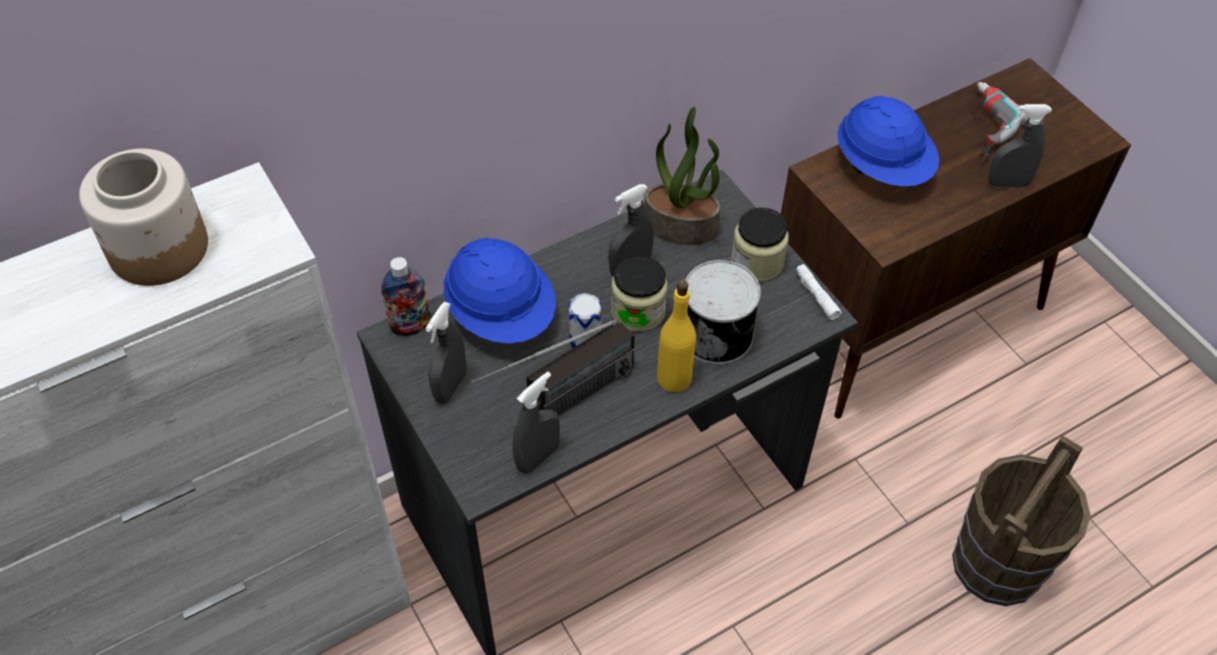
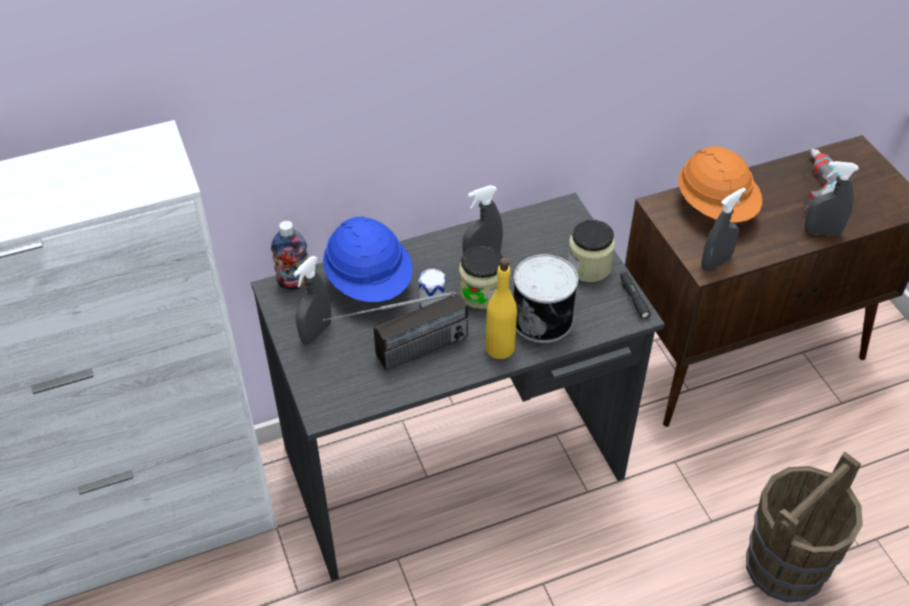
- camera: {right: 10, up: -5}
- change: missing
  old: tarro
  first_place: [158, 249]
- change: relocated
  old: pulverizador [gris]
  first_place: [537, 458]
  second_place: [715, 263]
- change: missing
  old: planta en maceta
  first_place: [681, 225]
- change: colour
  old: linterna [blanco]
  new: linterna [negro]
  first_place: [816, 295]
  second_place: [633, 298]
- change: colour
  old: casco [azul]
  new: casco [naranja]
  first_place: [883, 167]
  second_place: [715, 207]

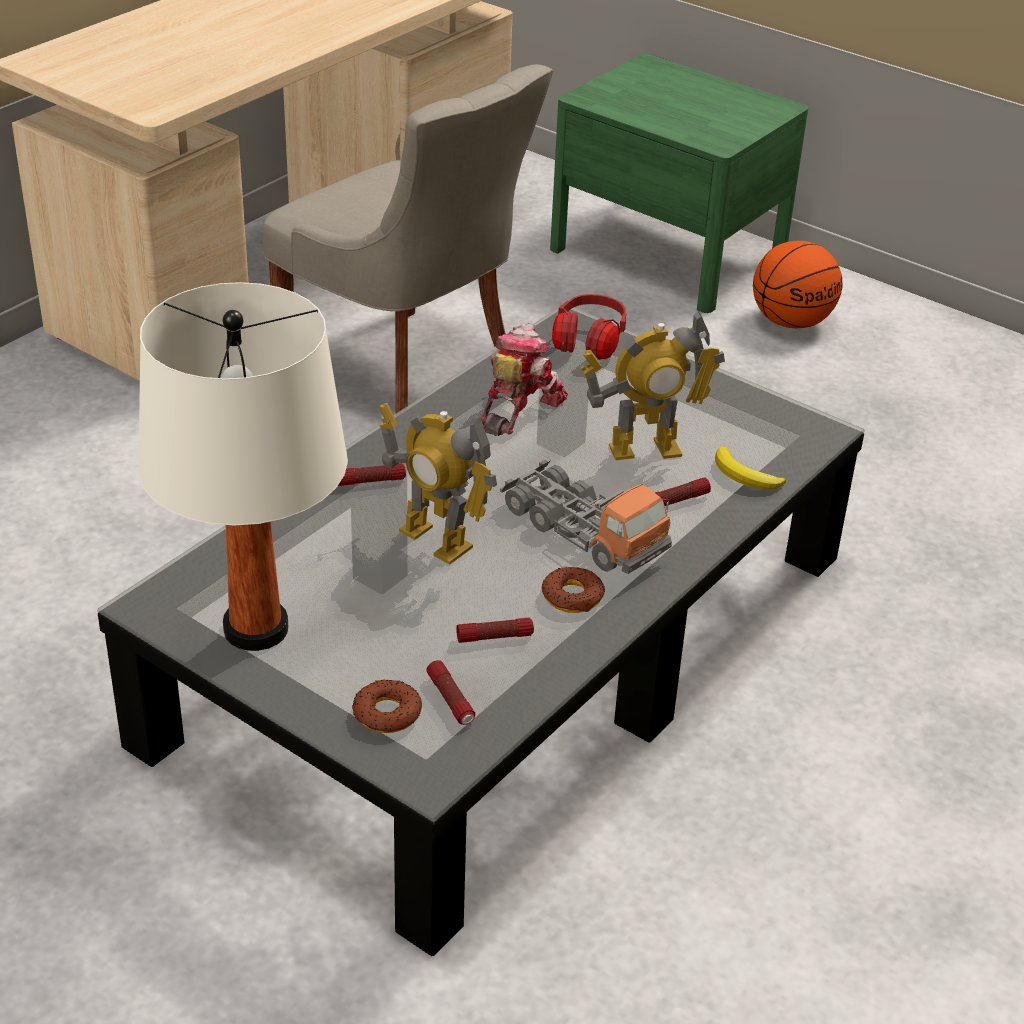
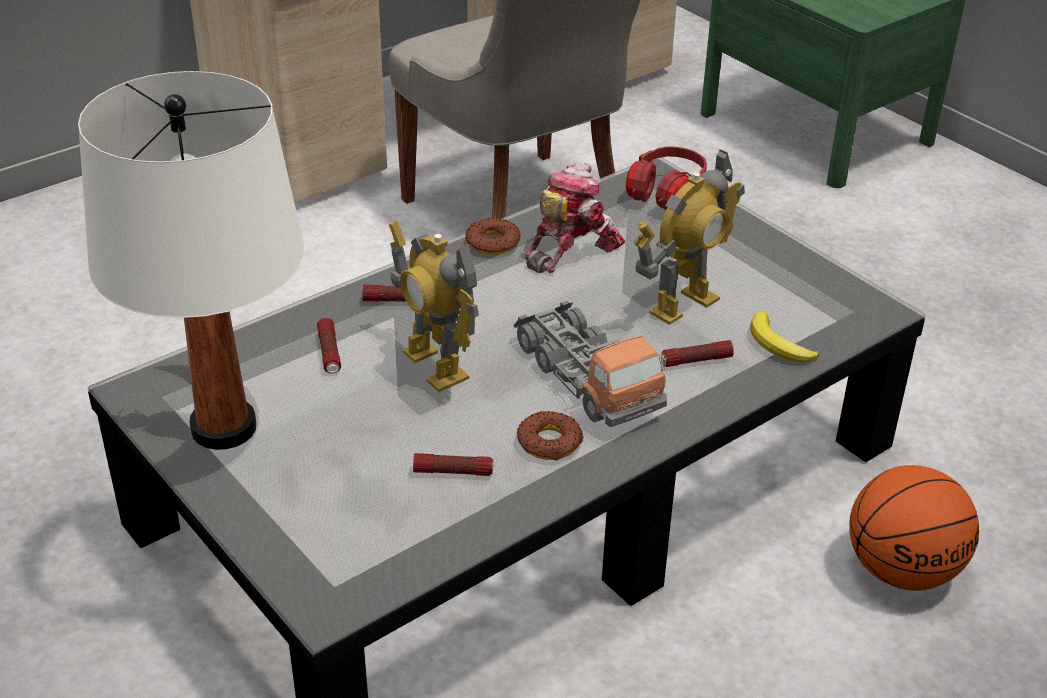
- camera: {right: 15, up: 0}
- change: relocated
  old: rosquilla
  first_place: [387, 713]
  second_place: [492, 243]
- change: relocated
  old: linterna
  first_place: [451, 700]
  second_place: [329, 353]
- change: spun
  old: robot de juguete
  first_place: [644, 449]
  second_place: [683, 305]
  degrees: -45
- change: relocated
  old: balón de baloncesto
  first_place: [791, 322]
  second_place: [903, 570]

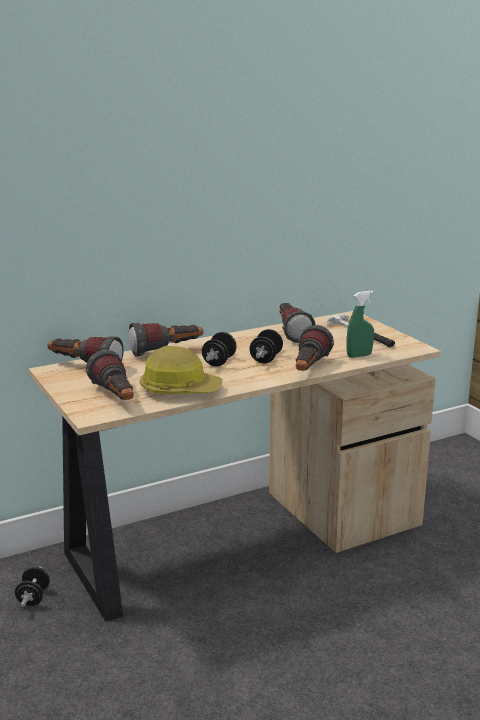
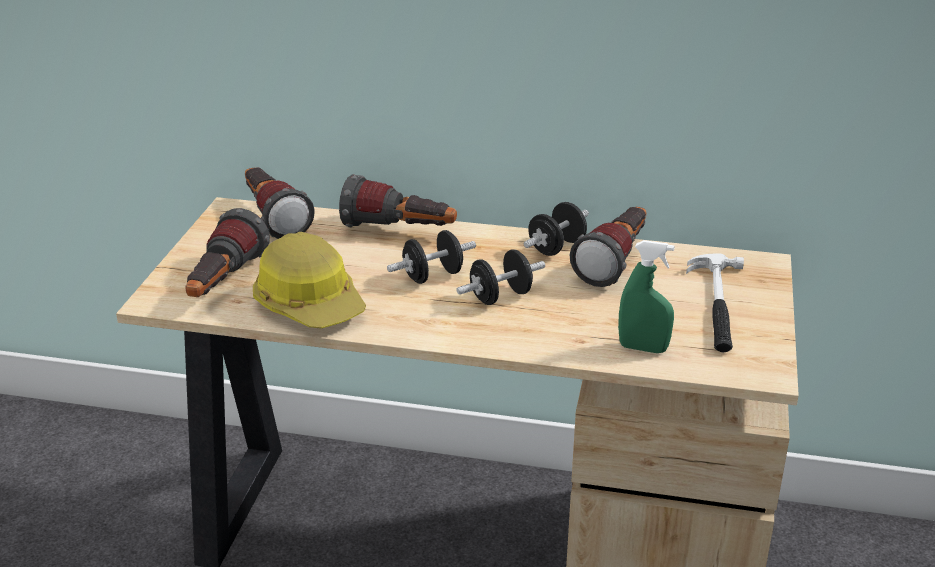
- camera: {right: 40, up: 10}
- change: relocated
  old: mancuerna [negro]
  first_place: [33, 597]
  second_place: [556, 247]
- change: missing
  old: linterna
  first_place: [308, 369]

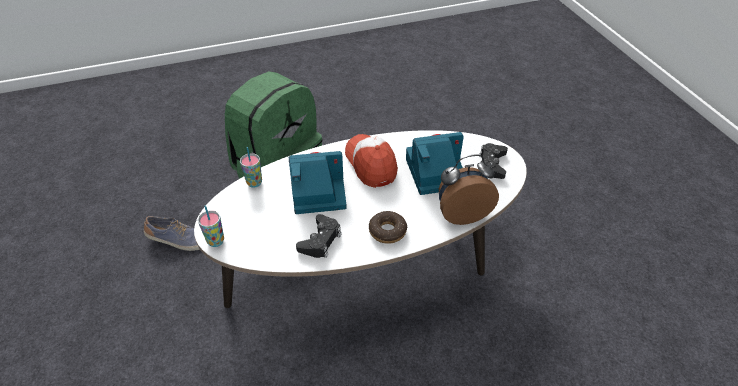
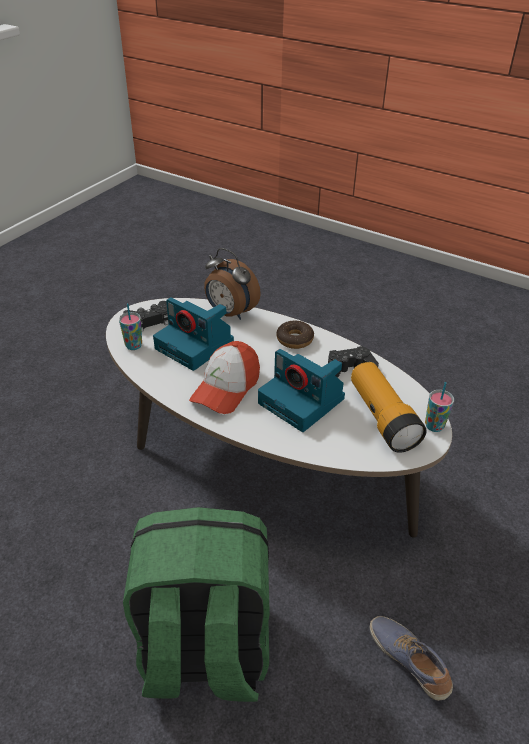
- camera: {right: -130, up: -5}
- change: relocated
  old: taza
  first_place: [254, 183]
  second_place: [133, 346]
- change: appeared
  new: linterna
  second_place: [382, 418]

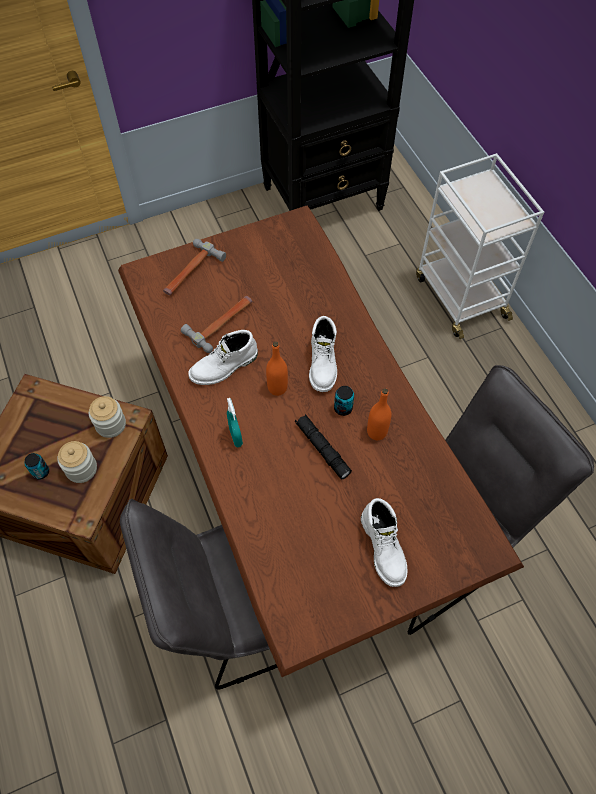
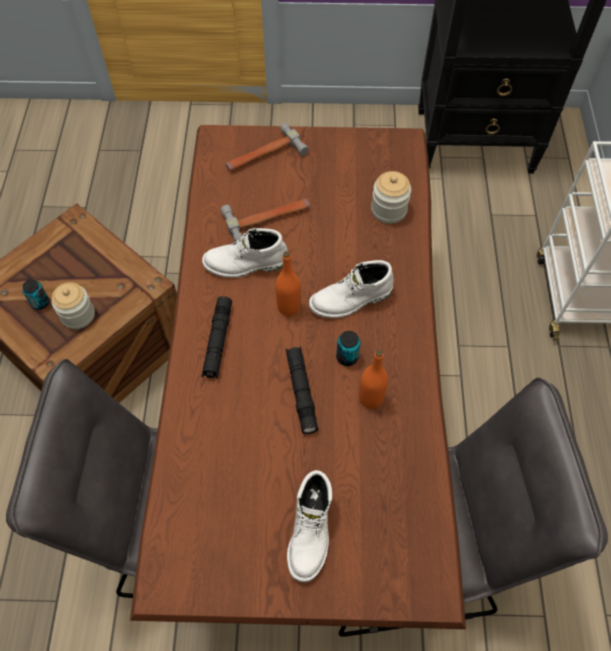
- camera: {right: 25, up: 0}
- change: relocated
  old: tarro
  first_place: [110, 424]
  second_place: [388, 210]
- change: exchanged
  old: pulverizador [turquesa]
  new: linterna [negro]
  first_place: [236, 437]
  second_place: [218, 341]
- change: spun
  old: bota [blanco]
  first_place: [323, 363]
  second_place: [351, 300]
  degrees: 45

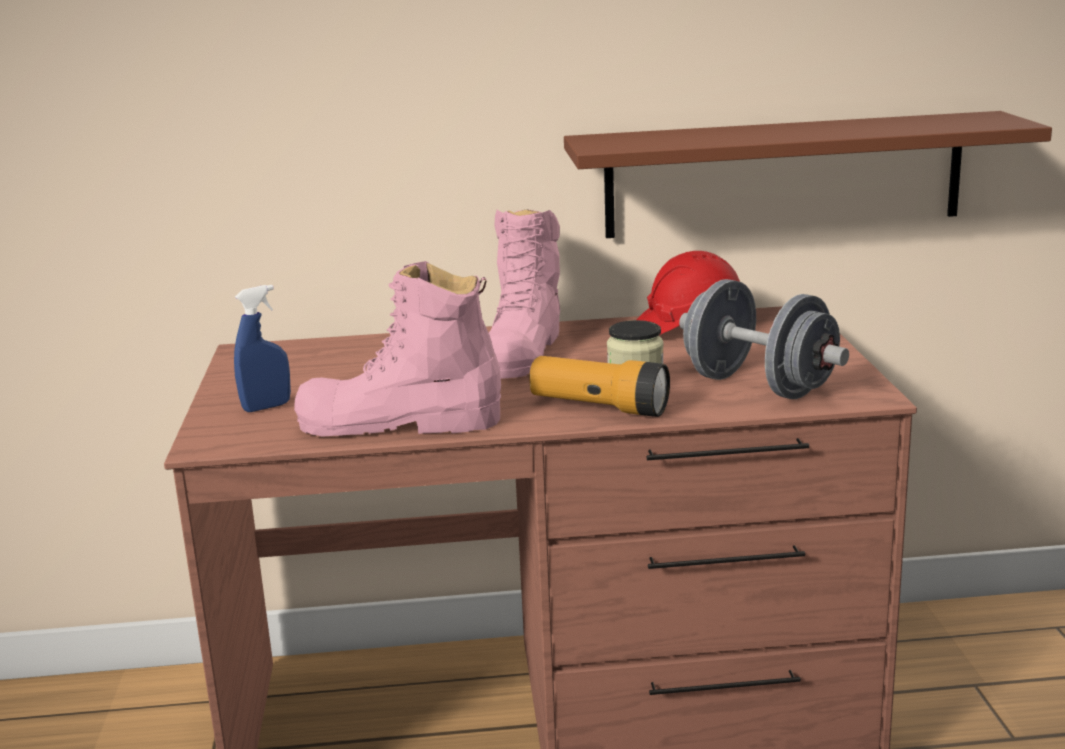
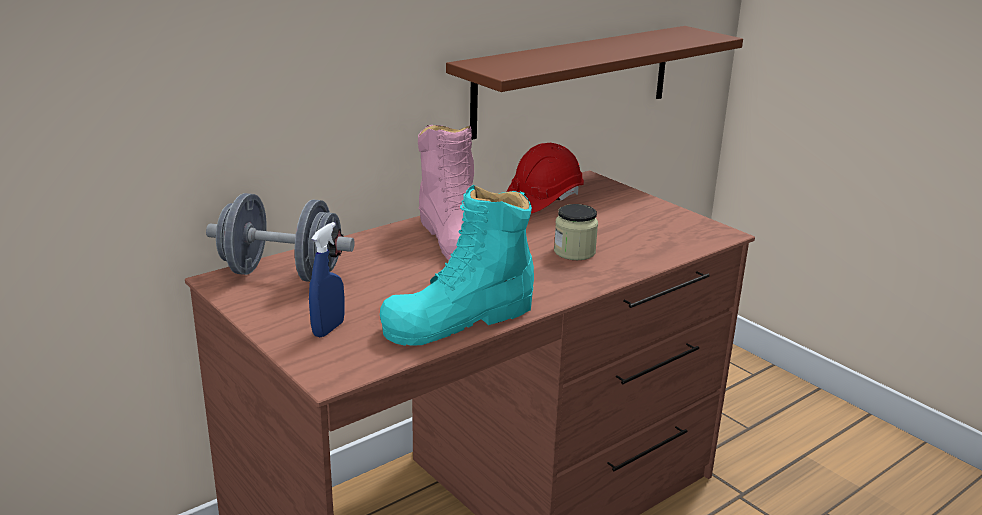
- camera: {right: -35, up: 5}
- change: colour
  old: bota [rosa]
  new: bota [turquesa]
  first_place: [399, 423]
  second_place: [459, 319]
- change: missing
  old: linterna
  first_place: [599, 407]
- change: relocated
  old: mancuerna [gris]
  first_place: [759, 386]
  second_place: [282, 274]

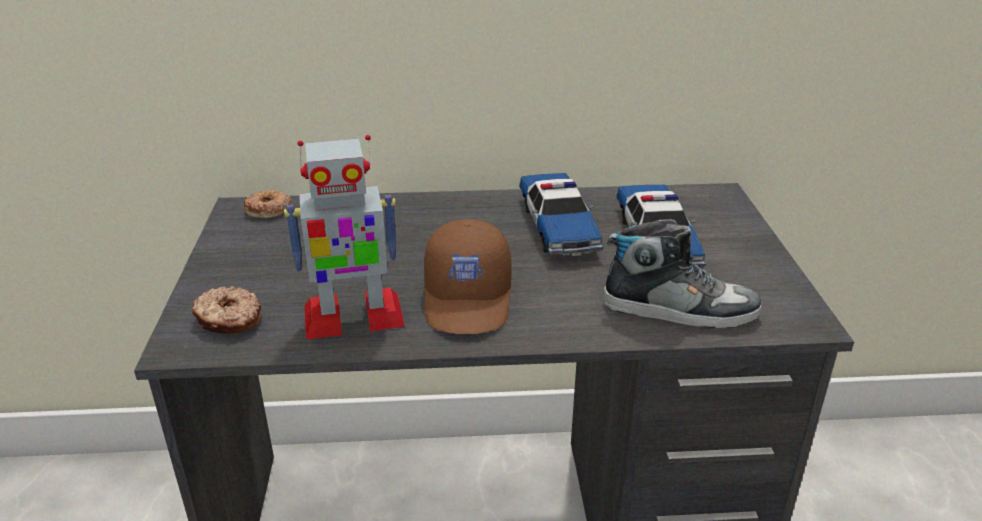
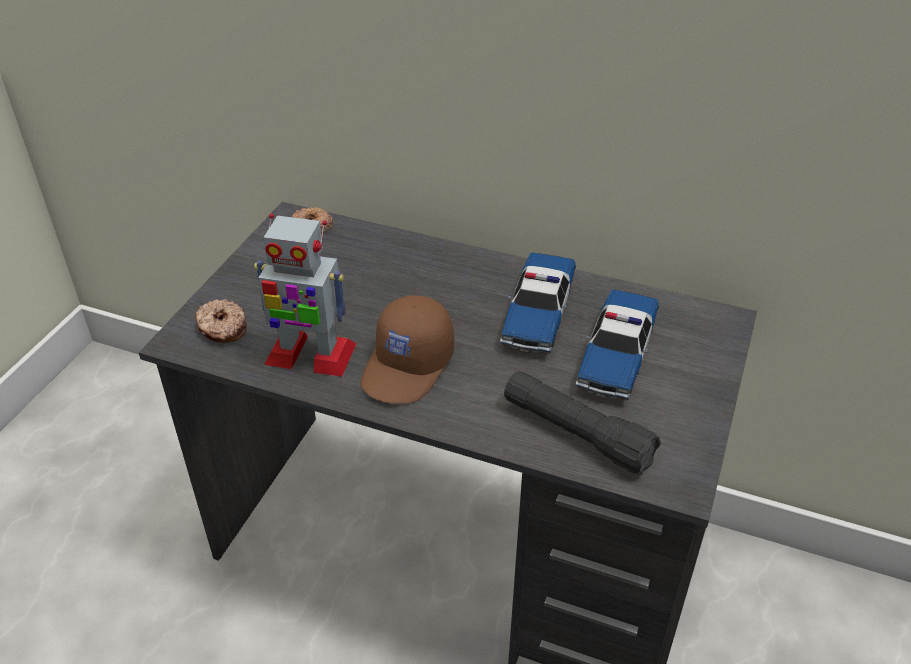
- camera: {right: 25, up: 10}
- change: exchanged
  old: zapato
  new: linterna [negro]
  first_place: [679, 309]
  second_place: [576, 434]

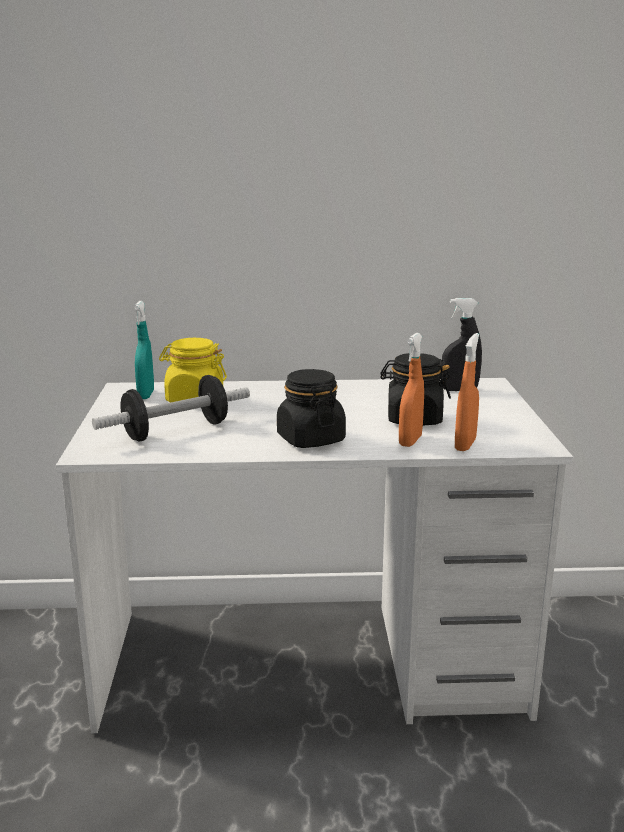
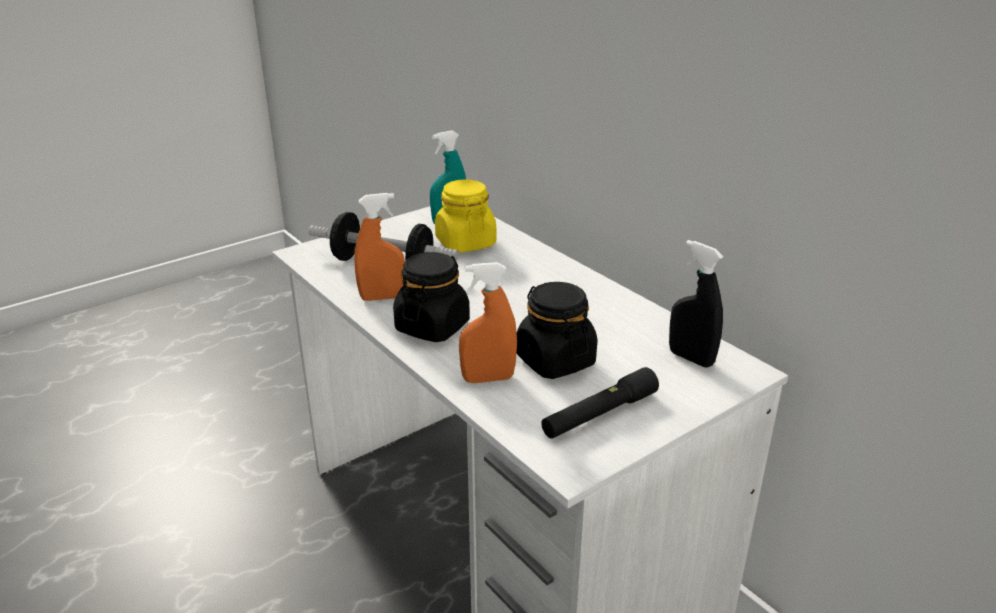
- camera: {right: 55, up: 10}
- change: relocated
  old: pulverizador [naranja]
  first_place: [465, 445]
  second_place: [382, 297]
- change: appeared
  new: linterna [negro]
  second_place: [599, 414]

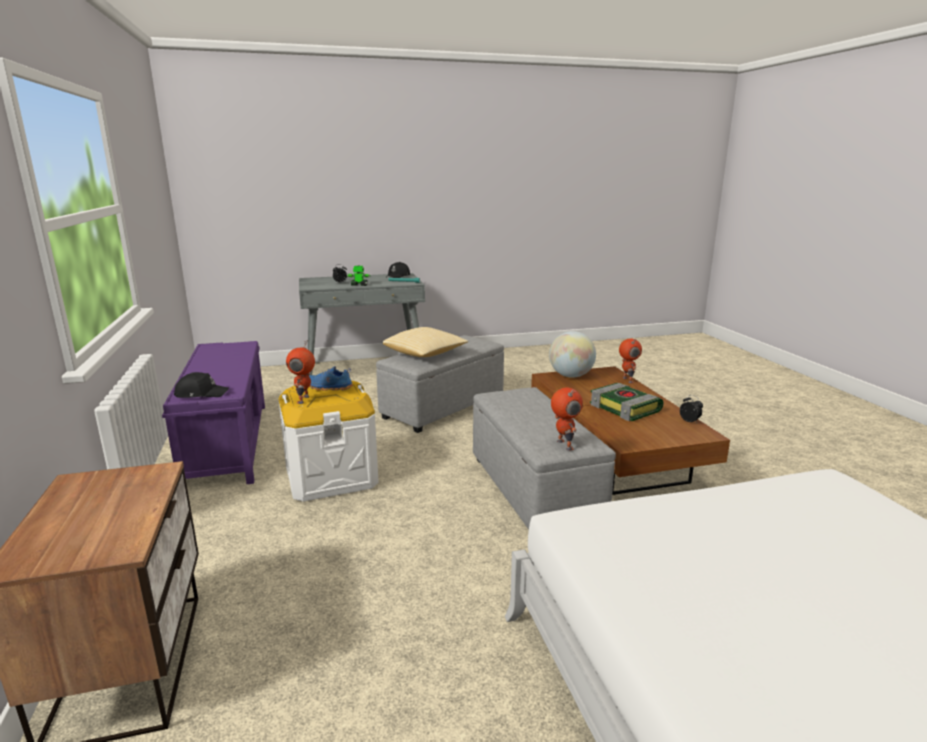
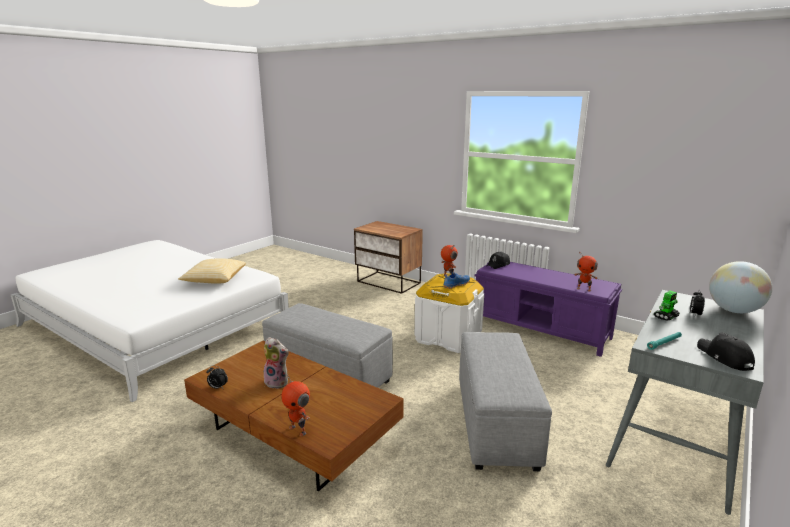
- camera: {right: 140, up: 0}
- change: relocated
  old: cojín
  first_place: [425, 354]
  second_place: [214, 280]
- change: relocated
  old: globo terráqueo
  first_place: [571, 376]
  second_place: [734, 311]
- change: relocated
  old: robot de juguete
  first_place: [563, 445]
  second_place: [584, 289]
- change: exchanged
  old: libro
  new: peluche
  first_place: [626, 408]
  second_place: [278, 382]

